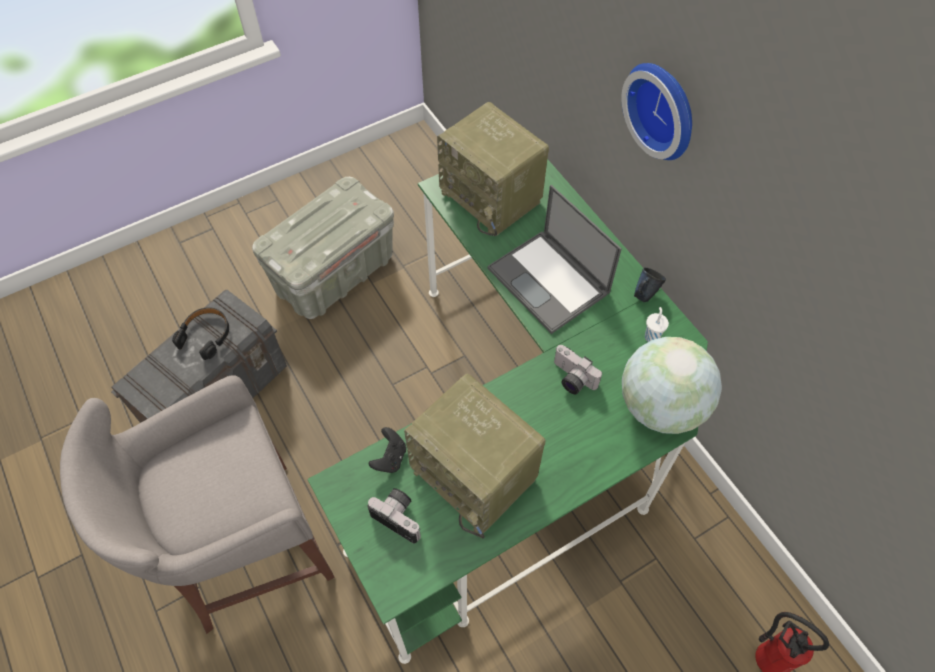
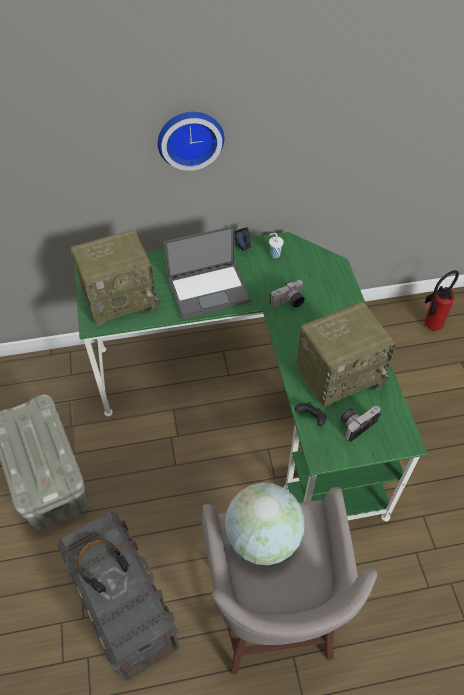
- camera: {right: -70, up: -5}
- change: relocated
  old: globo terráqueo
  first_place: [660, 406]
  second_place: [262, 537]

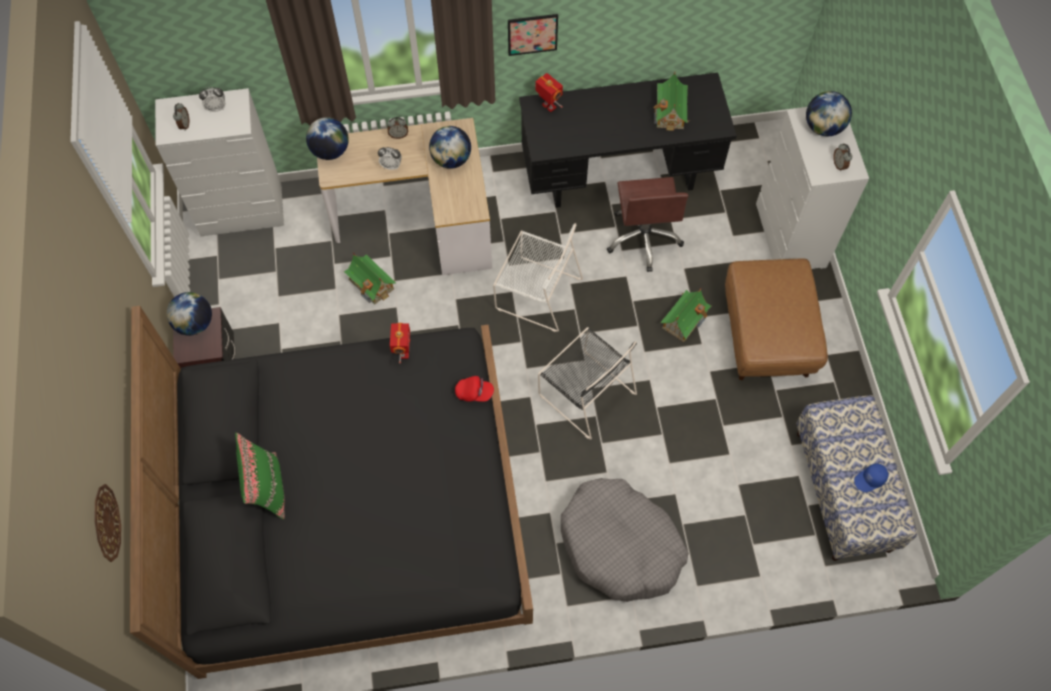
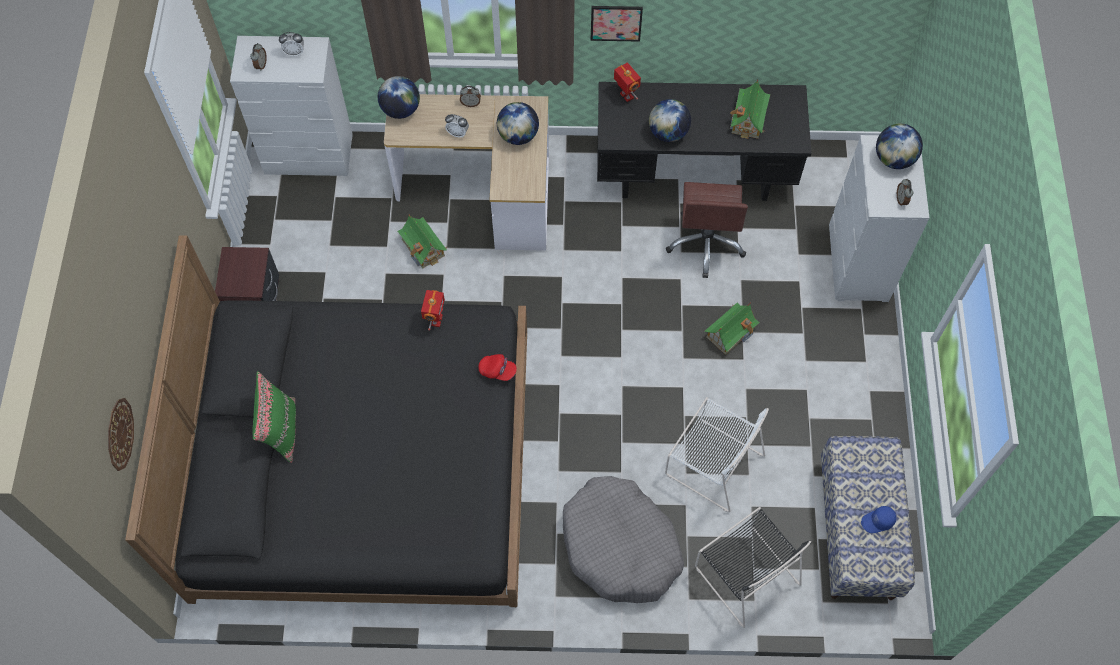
- camera: {right: 10, up: 0}
- change: relocated
  old: globo terráqueo
  first_place: [195, 323]
  second_place: [668, 132]
- change: relocated
  old: silla [blanco]
  first_place: [536, 292]
  second_place: [711, 463]
- change: relocated
  old: silla [negro]
  first_place: [585, 392]
  second_place: [745, 573]
- change: missing
  old: puf [marrón]
  first_place: [766, 335]

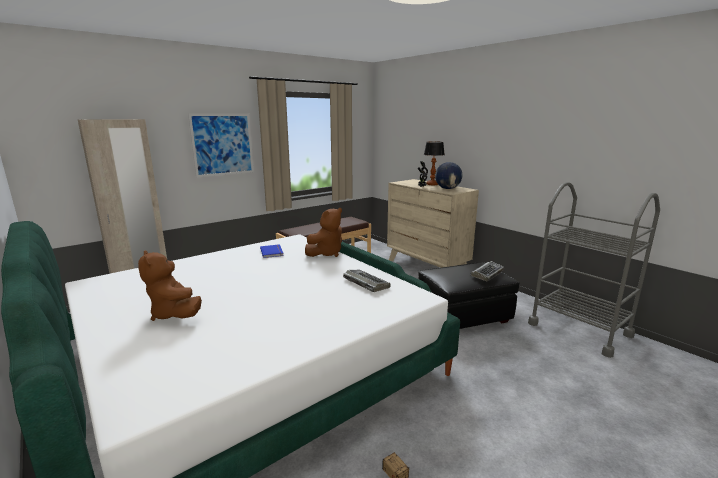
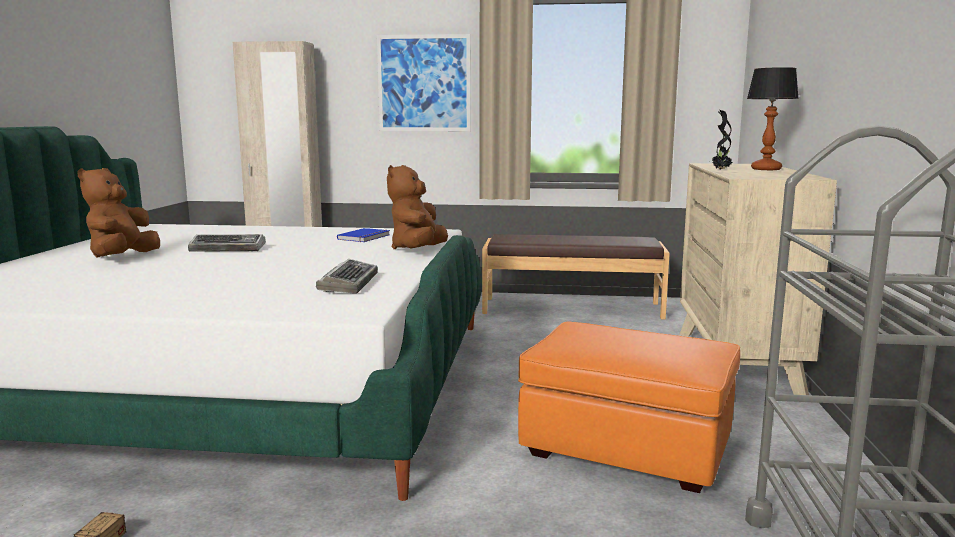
- camera: {right: 45, up: -5}
- change: spun
  old: peluche [marrón]
  first_place: [326, 253]
  second_place: [418, 250]
  degrees: 105
- change: colour
  old: puf [negro]
  new: puf [naranja]
  first_place: [463, 316]
  second_place: [626, 448]
- change: missing
  old: globo terráqueo
  first_place: [447, 188]
- change: relocated
  old: teclado
  first_place: [487, 274]
  second_place: [229, 249]

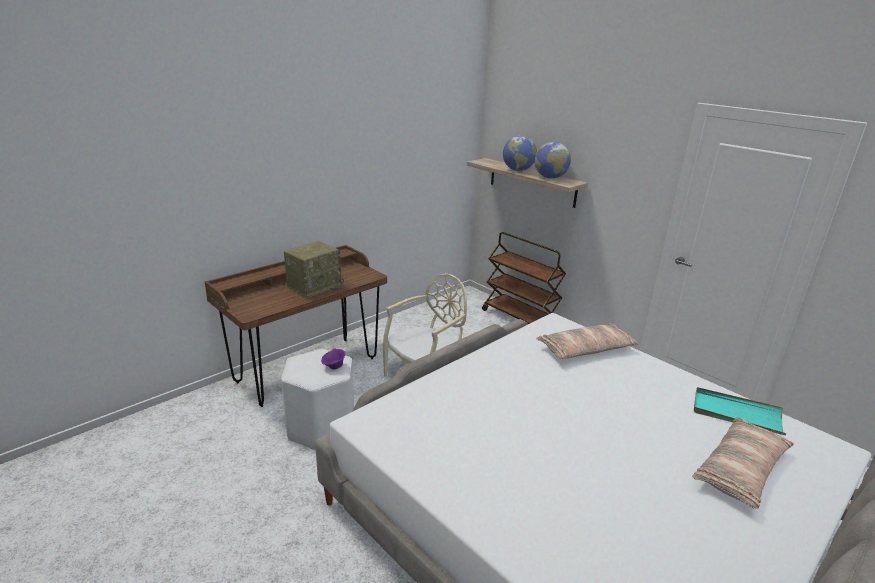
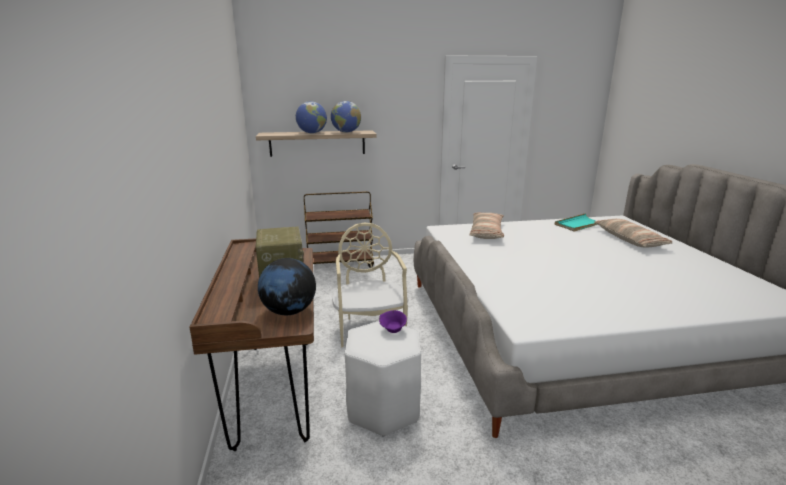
- camera: {right: -55, up: -5}
- change: appeared
  new: globo terráqueo
  second_place: [289, 311]

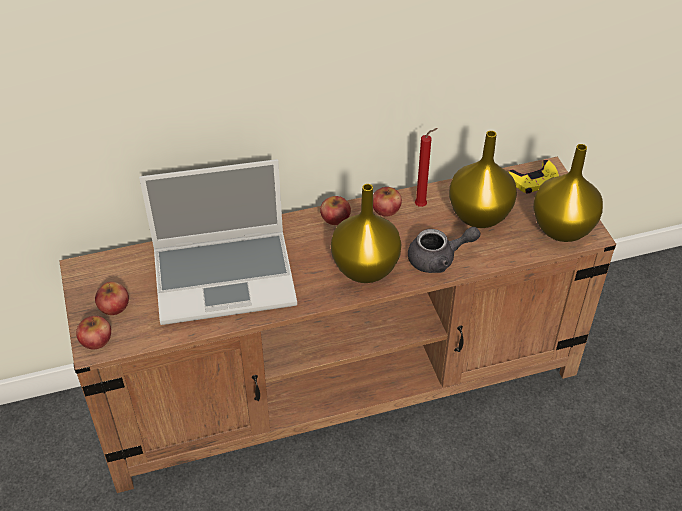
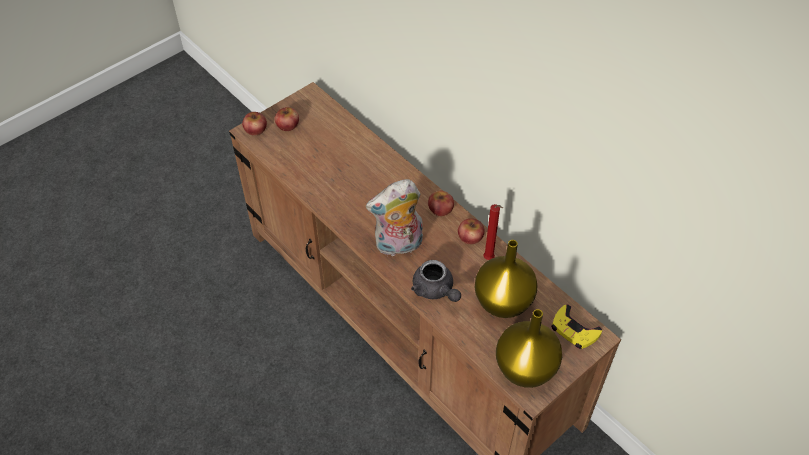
- camera: {right: 65, up: 5}
- change: missing
  old: portátil
  first_place: [226, 277]
- change: exchanged
  old: florero [amarillo]
  new: peluche
  first_place: [364, 268]
  second_place: [398, 246]

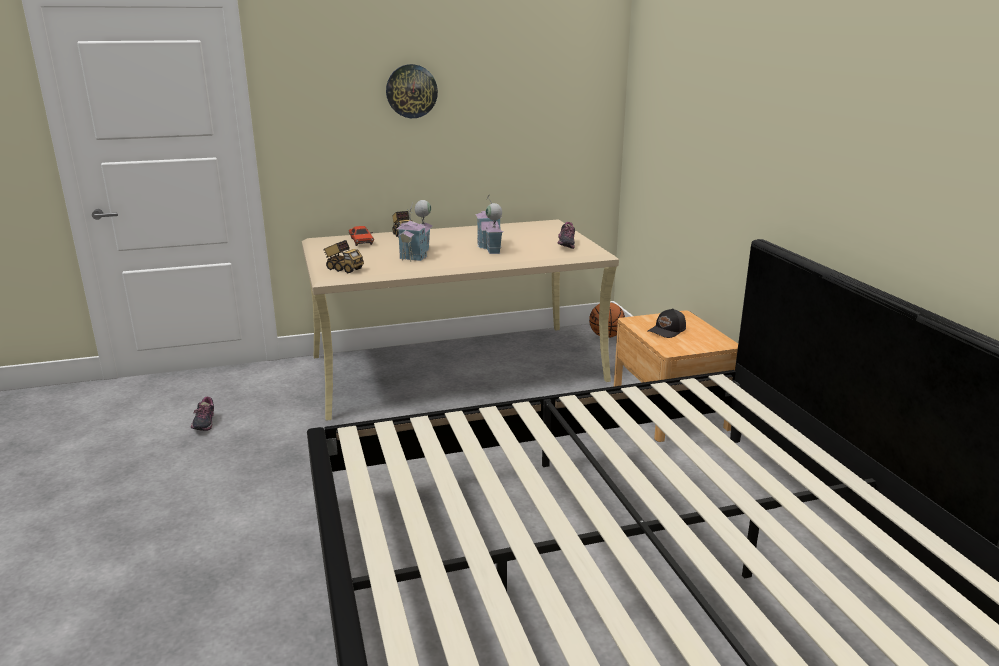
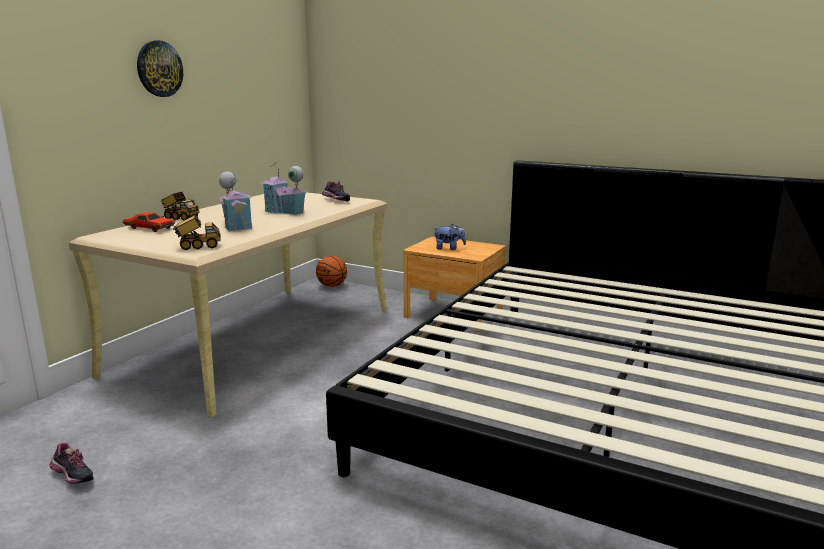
- camera: {right: -45, up: -5}
- change: exchanged
  old: gorra [negro]
  new: peluche
  first_place: [667, 331]
  second_place: [449, 248]

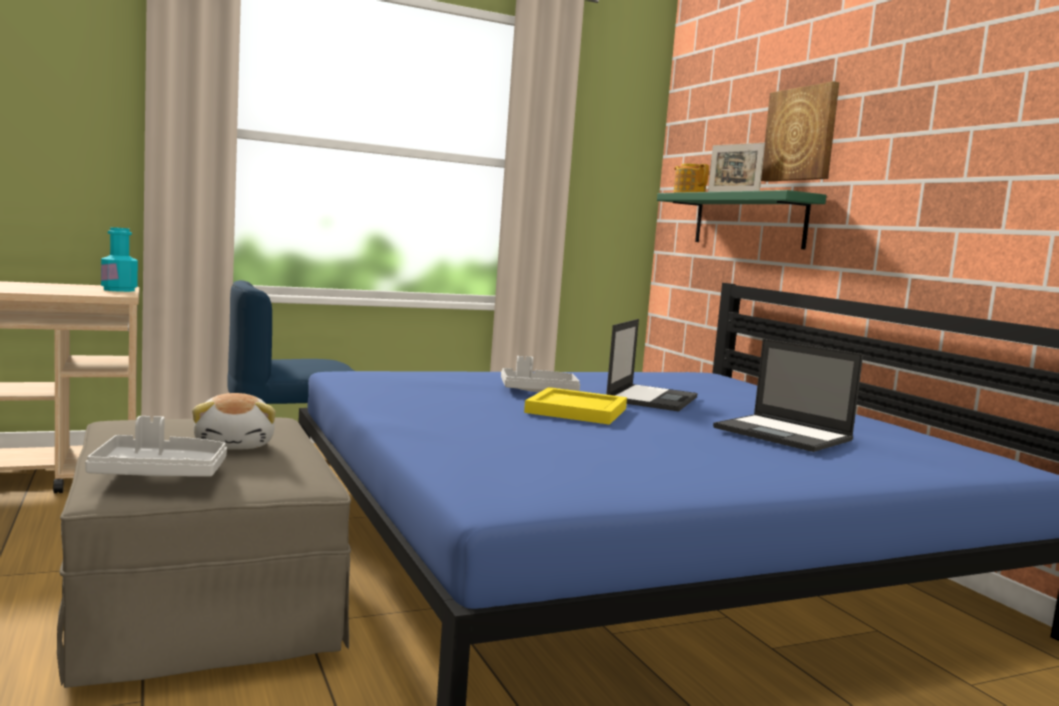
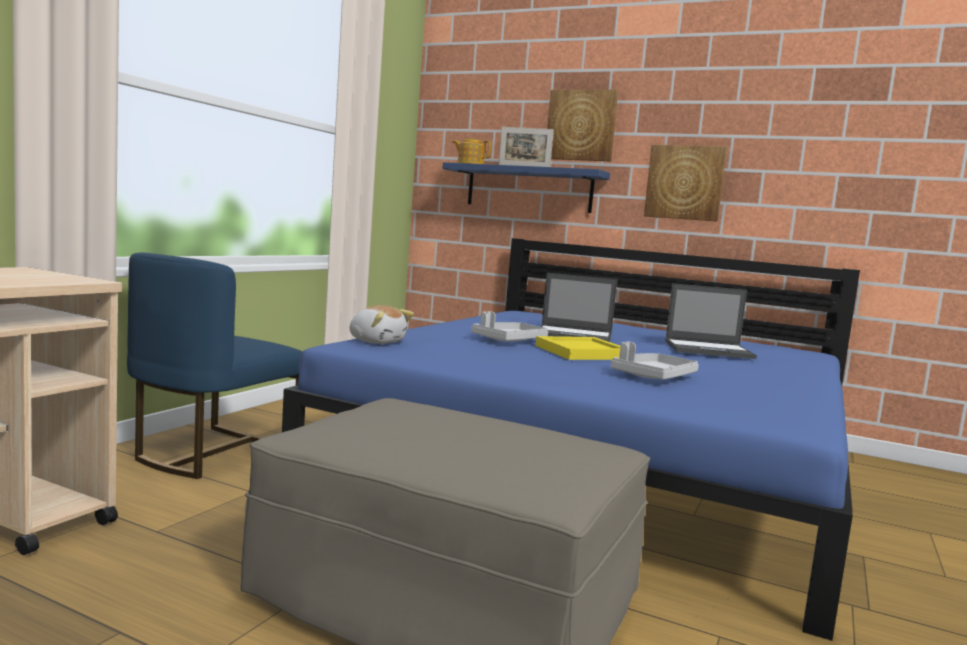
- camera: {right: -40, up: 0}
- change: relocated
  old: bandeja [gris]
  first_place: [160, 473]
  second_place: [653, 377]
- change: missing
  old: botella [turquesa]
  first_place: [119, 290]
- change: relocated
  old: peluche
  first_place: [236, 445]
  second_place: [377, 341]
- change: spun
  old: portátil
  first_place: [652, 398]
  second_place: [575, 335]
  degrees: 120
- change: colour
  old: estante [verde]
  new: estante [azul]
  first_place: [748, 220]
  second_place: [529, 188]
- change: appeared
  new: cuadro
  second_place: [684, 182]

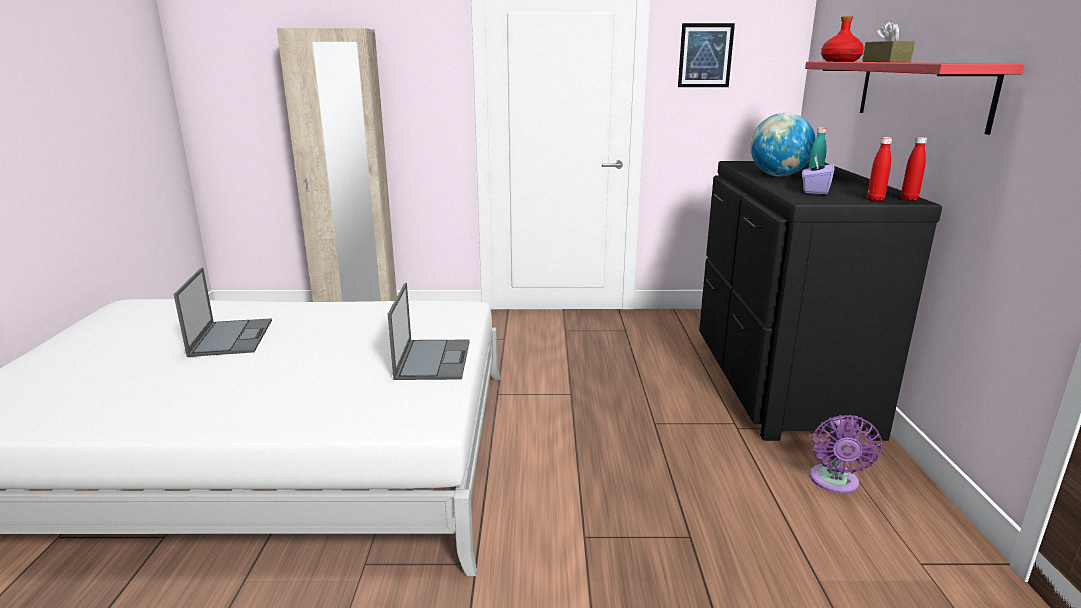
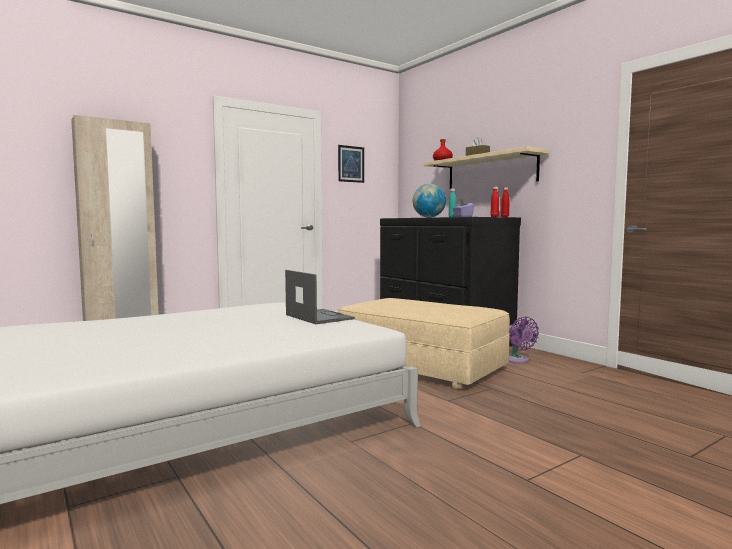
- camera: {right: -35, up: -15}
- change: missing
  old: portátil
  first_place: [231, 337]
- change: colour
  old: estante [rojo]
  new: estante [beis]
  first_place: [920, 92]
  second_place: [490, 171]
- change: appeared
  new: puf [beis]
  second_place: [421, 366]

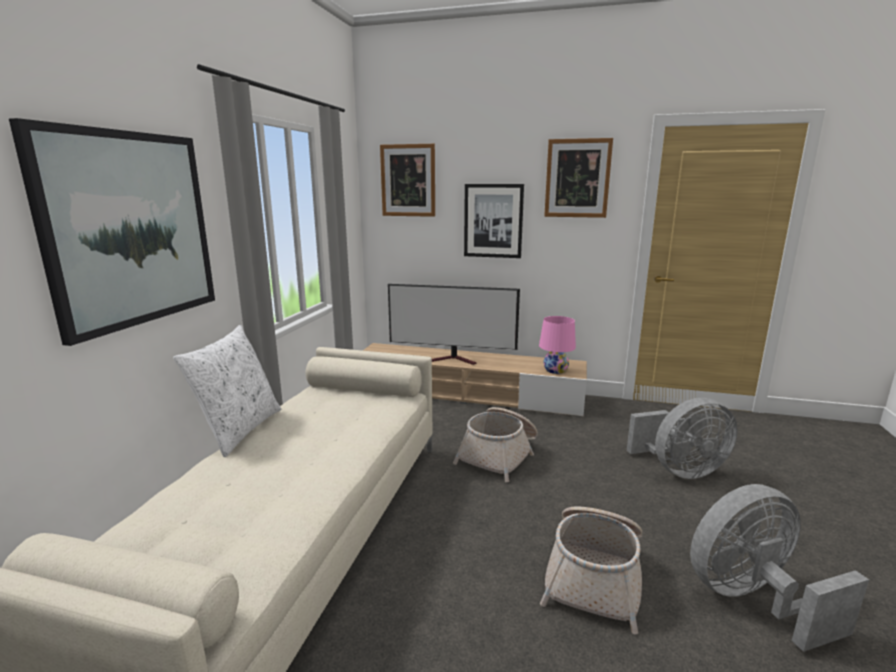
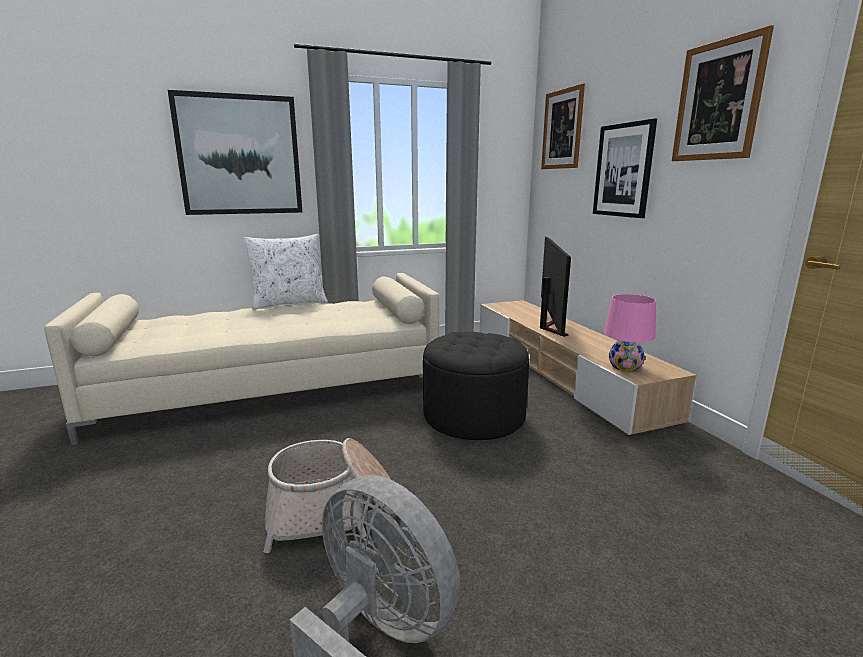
- camera: {right: 55, up: 0}
- change: spun
  old: televisor
  first_place: [454, 360]
  second_place: [550, 327]
  degrees: -150
- change: exchanged
  old: cesta
  new: puf [negro]
  first_place: [499, 455]
  second_place: [474, 416]
- change: missing
  old: ventilador [gris]
  first_place: [680, 470]

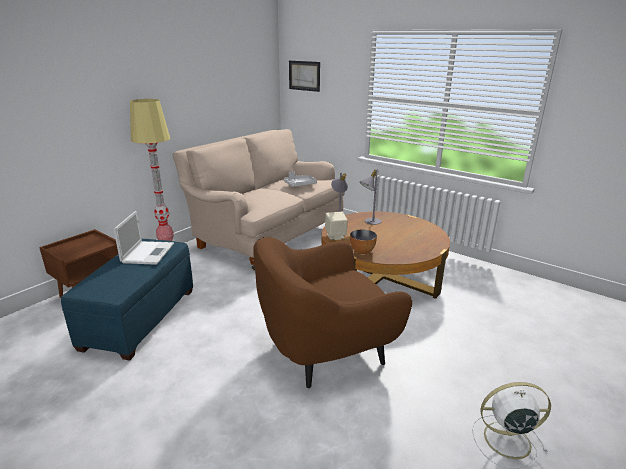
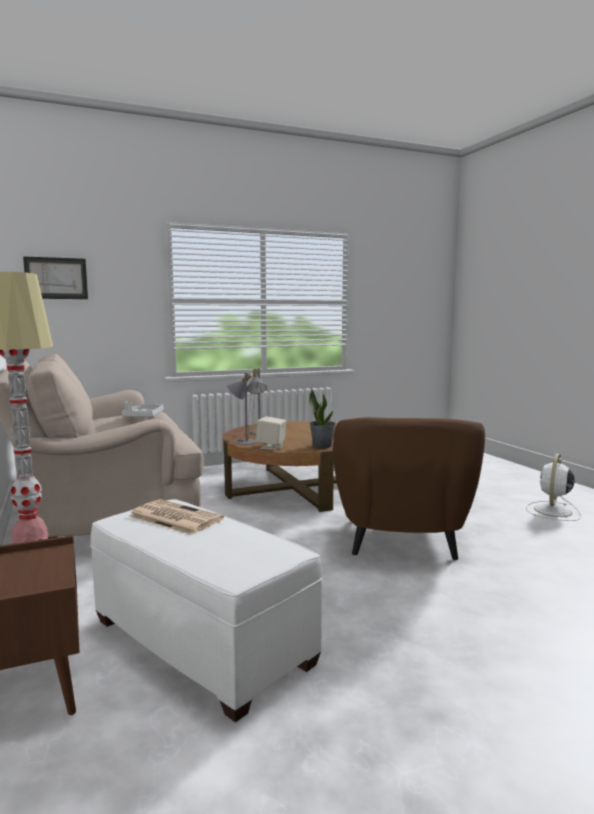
- camera: {right: -60, up: -15}
- change: colour
  old: puf [azul]
  new: puf [blanco]
  first_place: [140, 318]
  second_place: [200, 642]
- change: exchanged
  old: portátil
  new: periódico
  first_place: [148, 252]
  second_place: [174, 518]
- change: exchanged
  old: cuenco
  new: planta en maceta
  first_place: [362, 251]
  second_place: [322, 446]

